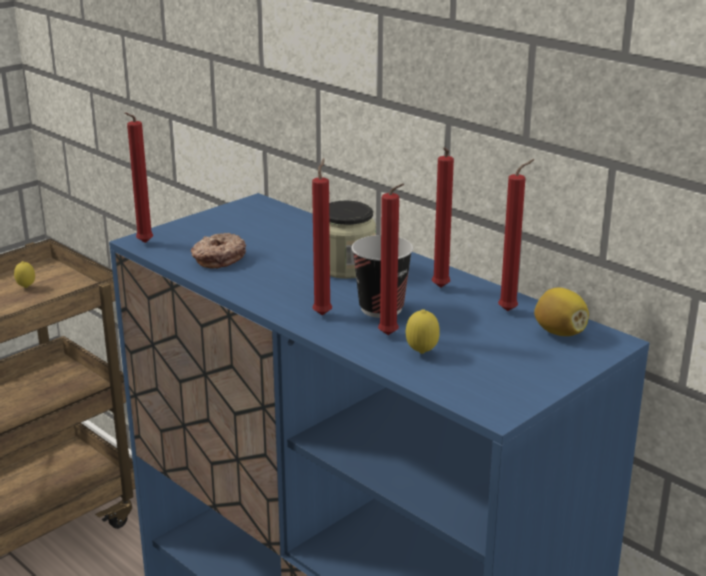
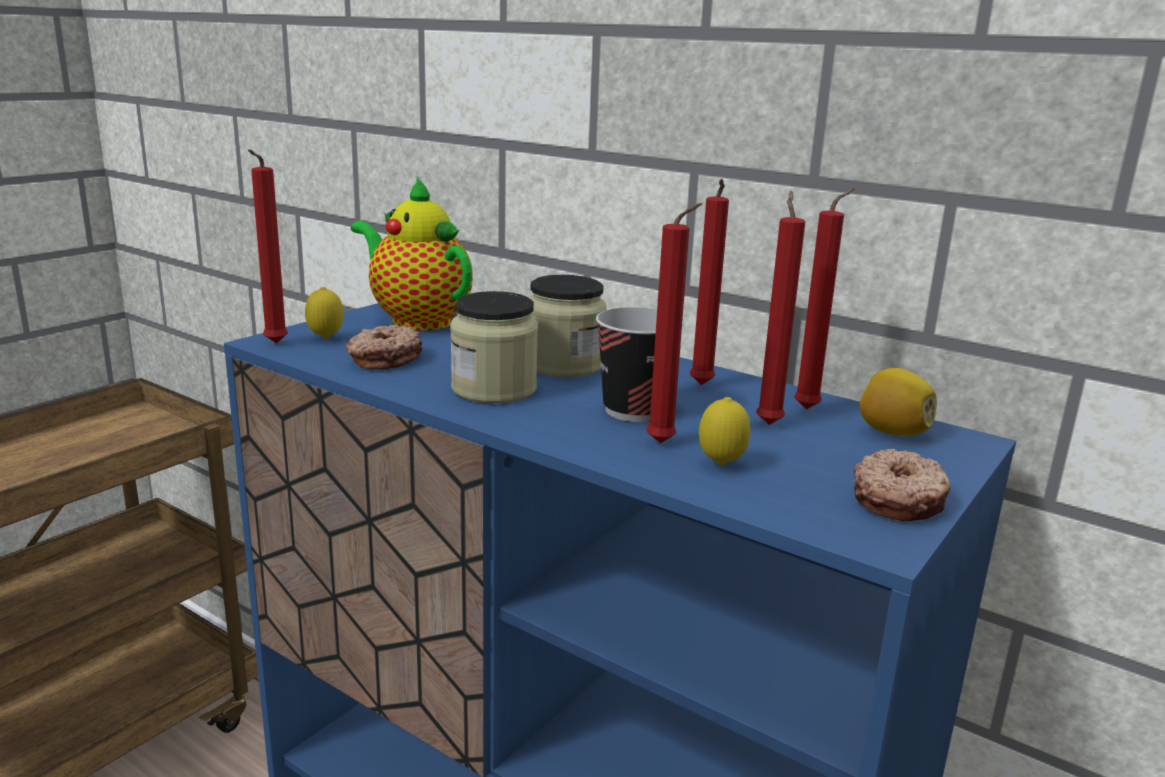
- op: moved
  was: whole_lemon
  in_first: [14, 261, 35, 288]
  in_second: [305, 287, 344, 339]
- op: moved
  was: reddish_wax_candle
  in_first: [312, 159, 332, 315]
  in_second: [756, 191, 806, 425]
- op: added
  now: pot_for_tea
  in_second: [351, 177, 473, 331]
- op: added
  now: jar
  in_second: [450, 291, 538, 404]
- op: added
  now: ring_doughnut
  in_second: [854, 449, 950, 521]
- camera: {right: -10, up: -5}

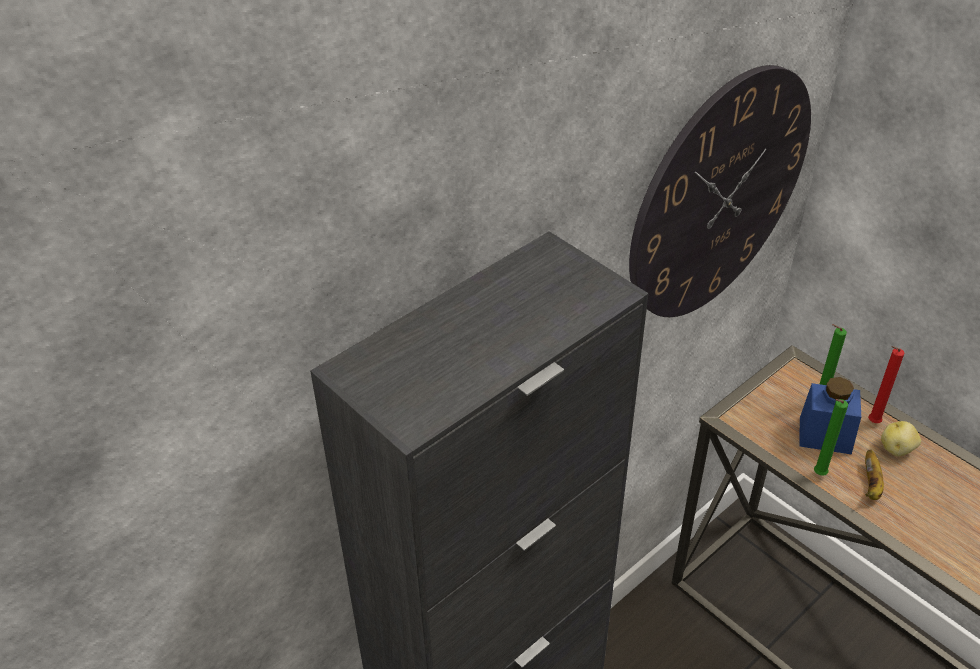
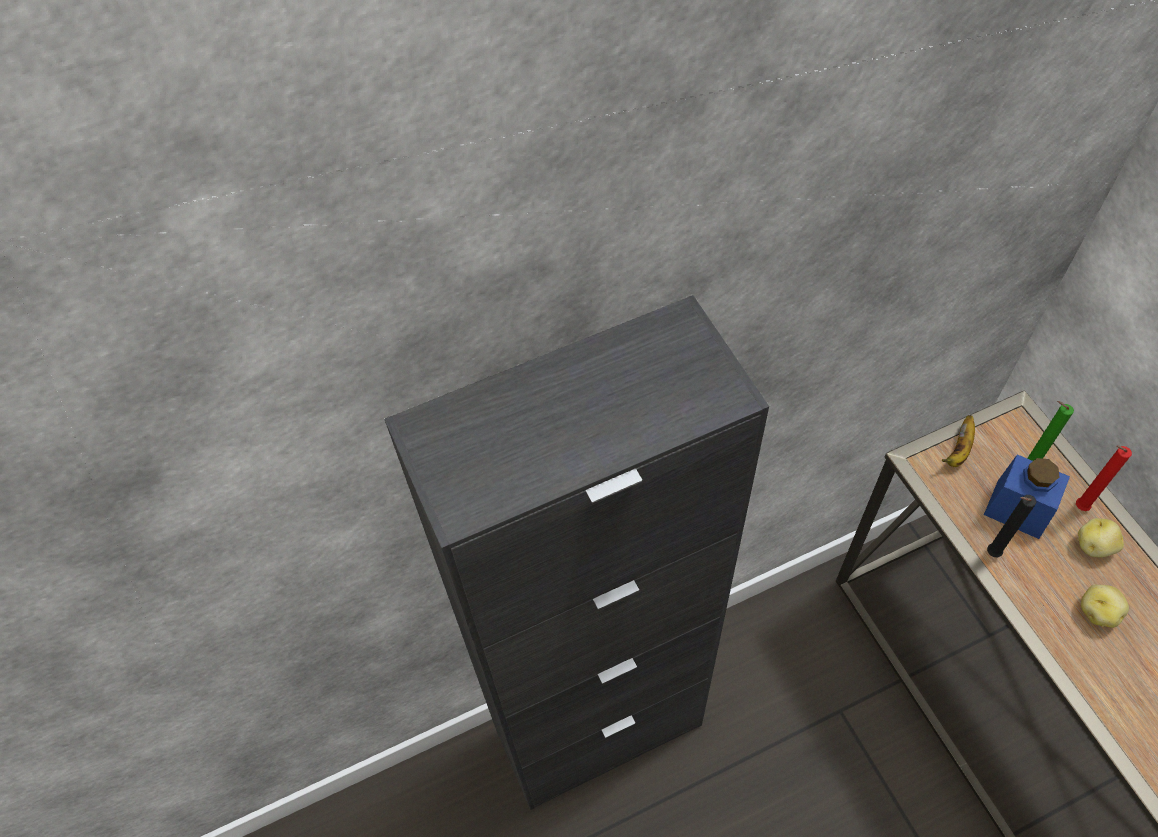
- op: removed
  was: hanging_clock
  in_first: [629, 65, 811, 317]
- op: recoloured
  was: green_wax_candle
  now: black-coloured_wax_candle
  in_first: [814, 399, 848, 476]
  in_second: [987, 495, 1036, 557]
- op: moved
  was: whole_banana
  in_first: [865, 450, 884, 500]
  in_second: [942, 415, 975, 467]
- op: added
  now: spud
  in_second: [1081, 585, 1129, 628]
- camera: {right: 20, up: 15}

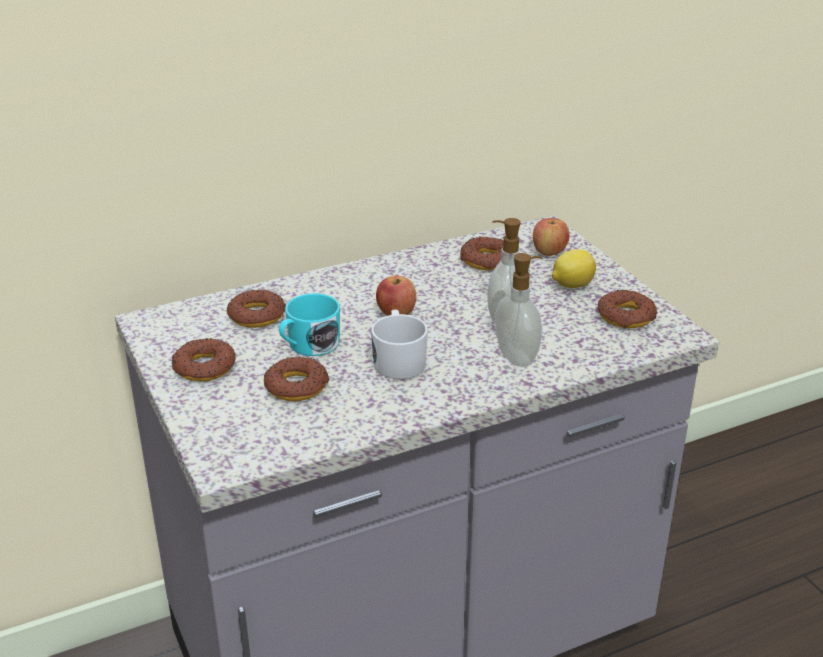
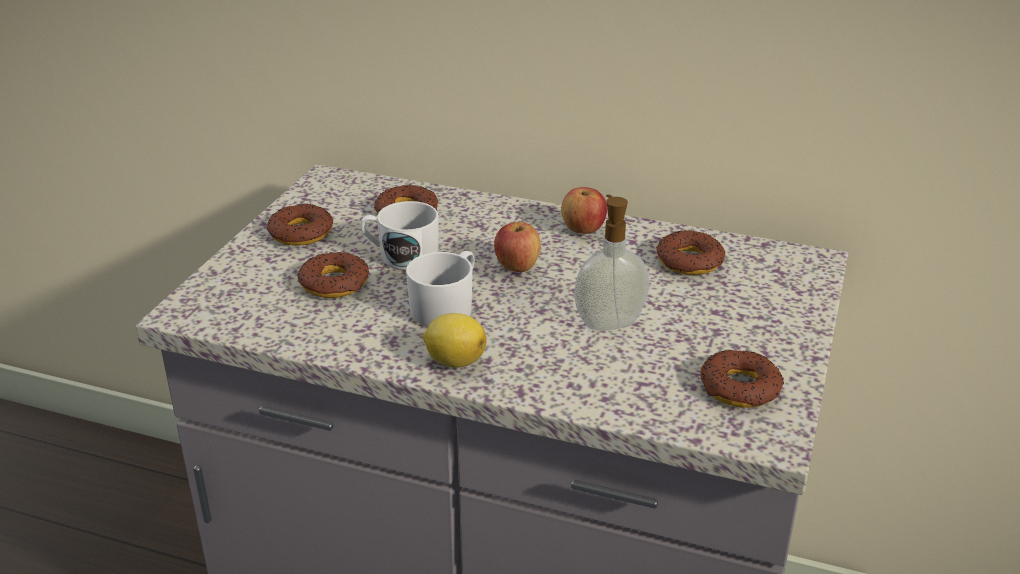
- op: recoloured
  was: blue-green_tea_mug
  now: whitish_tea_mug
  in_first: [279, 293, 340, 356]
  in_second: [360, 201, 439, 270]
- op: removed
  was: liquid_soap_bottle
  in_first: [495, 253, 543, 367]
- op: moved
  was: apple_fruit
  in_first: [533, 218, 570, 256]
  in_second: [561, 187, 607, 234]
- op: moved
  was: whole_lemon
  in_first: [552, 249, 596, 288]
  in_second: [423, 313, 486, 368]
- camera: {right: 45, up: 0}

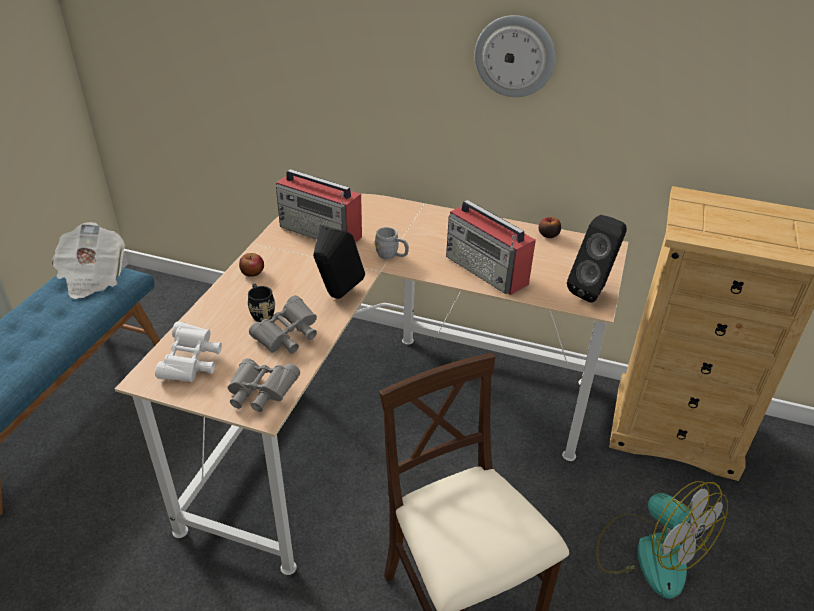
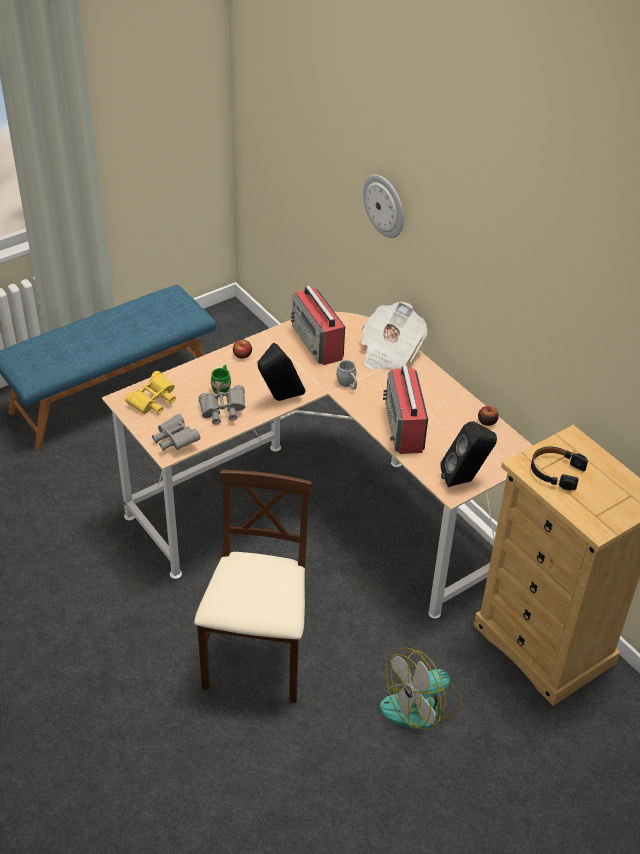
- op: moved
  was: newspaper
  in_first: [52, 222, 125, 299]
  in_second: [361, 302, 428, 369]
- op: recoloured
  was: whitish_binoculars
  now: yellowish_binoculars
  in_first: [155, 322, 222, 382]
  in_second: [125, 371, 176, 415]
- op: recoloured
  was: black-coloured_tea_mug
  now: green_tea_mug
  in_first: [248, 284, 275, 322]
  in_second: [211, 365, 231, 394]
- op: moved
  was: hanging_clock
  in_first: [474, 15, 556, 97]
  in_second: [363, 175, 404, 238]
- op: turned
  was: cooling_fan
  in_first: [596, 481, 728, 599]
  in_second: [380, 647, 462, 730]
  clockwise: 60
- op: added
  now: black-coloured_pair_of_headphones
  in_second: [531, 446, 588, 490]
- camera: {right: 35, up: 5}

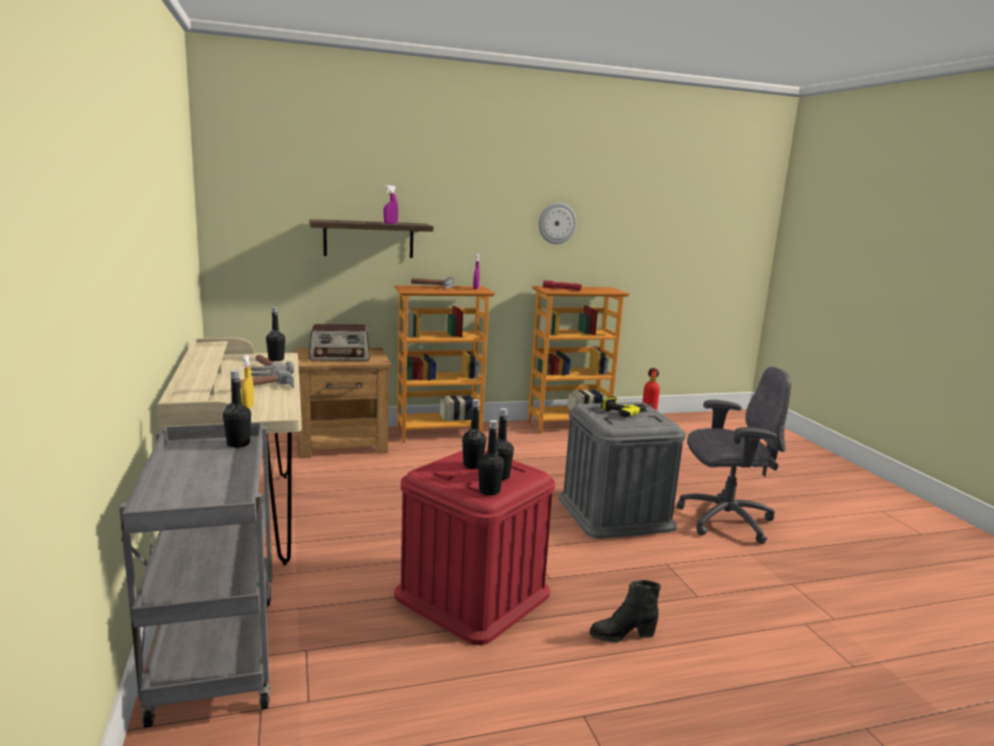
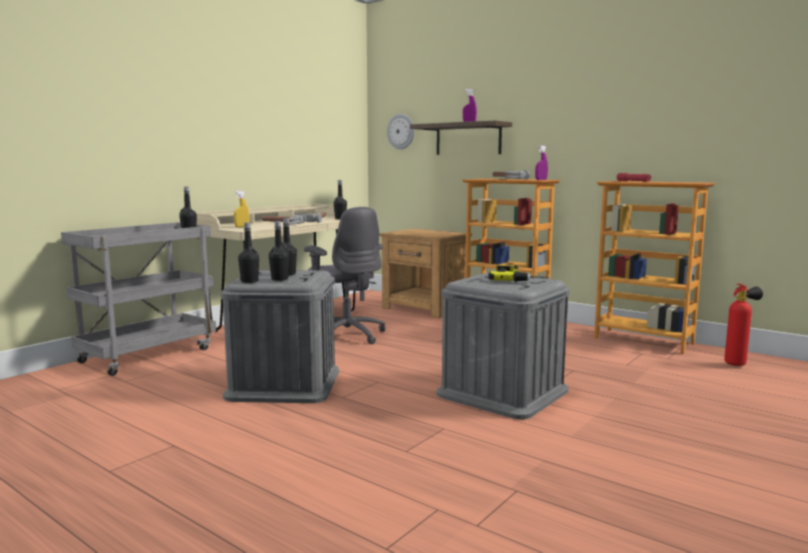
- op: removed
  was: radio_receiver
  in_first: [309, 324, 370, 361]
- op: recoloured
  was: reddish_storage_bin
  now: greyish_storage_bin
  in_first: [394, 450, 555, 645]
  in_second: [221, 270, 339, 403]
- op: moved
  was: hanging_clock
  in_first: [539, 203, 577, 244]
  in_second: [387, 114, 414, 149]
- op: removed
  was: black-coloured_boot
  in_first: [590, 580, 661, 643]
- op: moved
  was: greyish_desk_chair
  in_first: [677, 367, 791, 544]
  in_second: [304, 207, 386, 344]
- camera: {right: 55, up: -5}

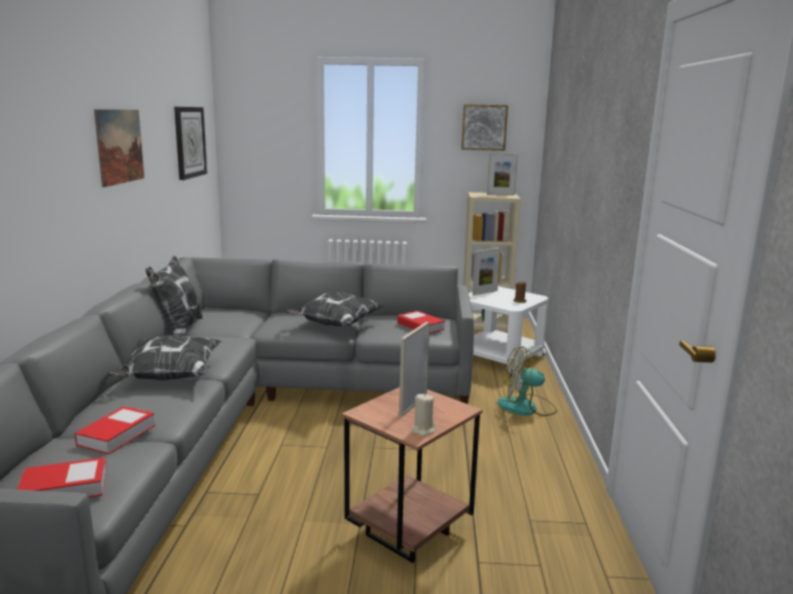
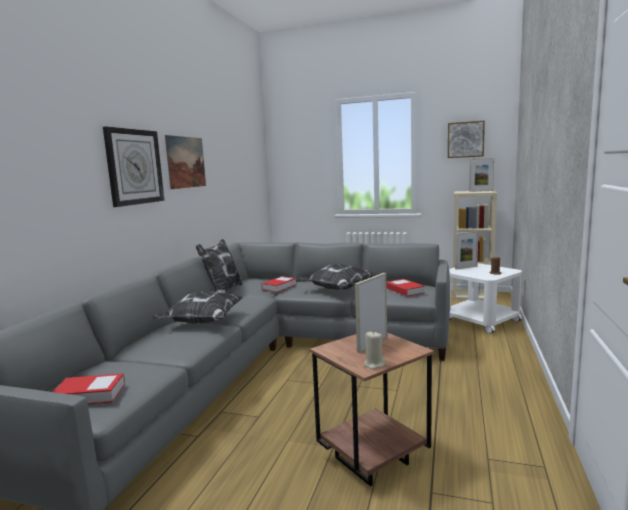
- op: moved
  was: bound_book
  in_first: [74, 406, 155, 454]
  in_second: [262, 276, 297, 292]
- op: moved
  was: hanging_clock
  in_first: [174, 107, 207, 180]
  in_second: [103, 126, 165, 207]
- op: removed
  was: cooling_fan
  in_first: [498, 346, 557, 416]
- camera: {right: 15, up: -5}

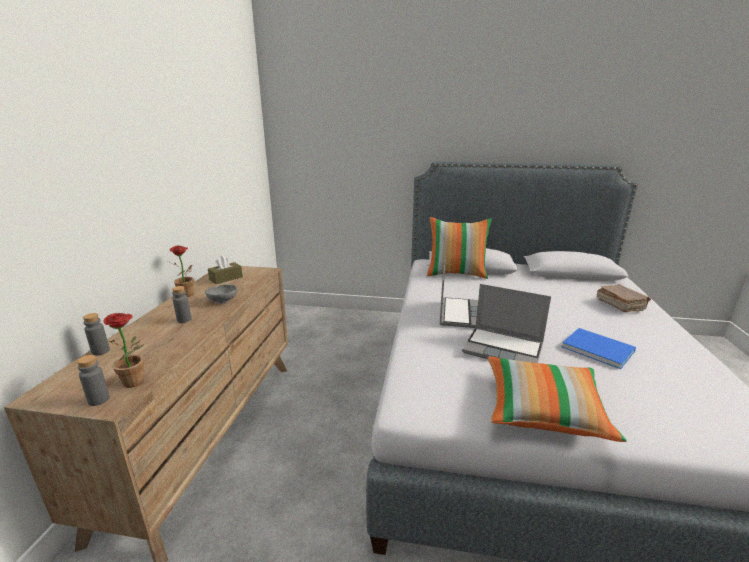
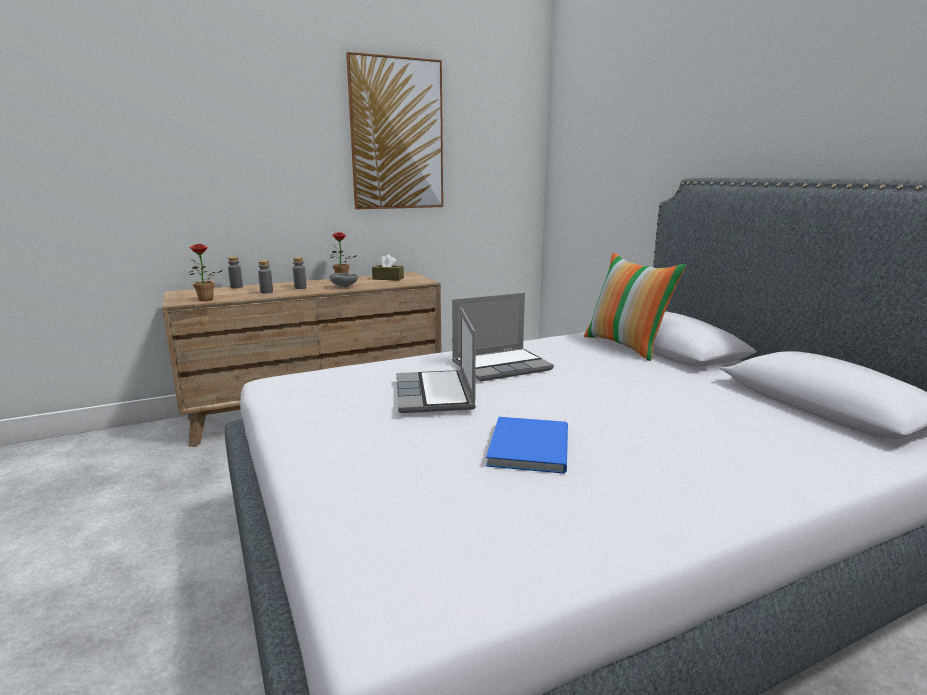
- op: moved
  was: greyish_drink_bottle
  in_first: [77, 355, 110, 406]
  in_second: [258, 260, 273, 293]
- op: removed
  was: throw_pillow
  in_first: [487, 357, 627, 442]
- op: removed
  was: brown-coloured_bound_book
  in_first: [597, 284, 651, 312]
- op: added
  now: wall_picture
  in_second: [346, 52, 443, 209]
- camera: {right: 55, up: -5}

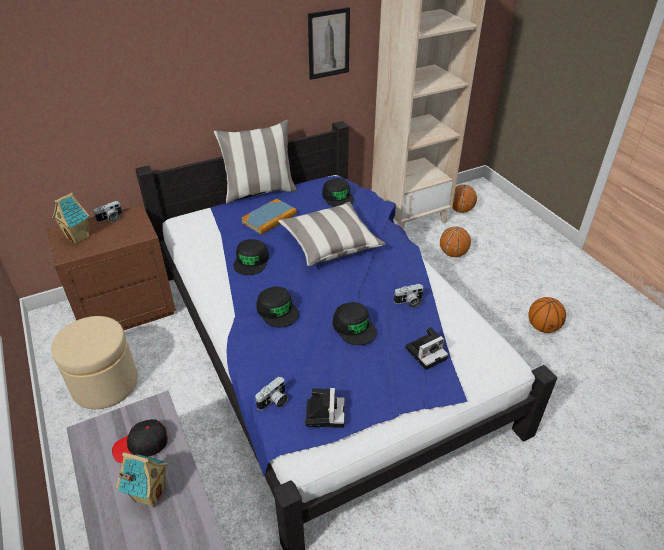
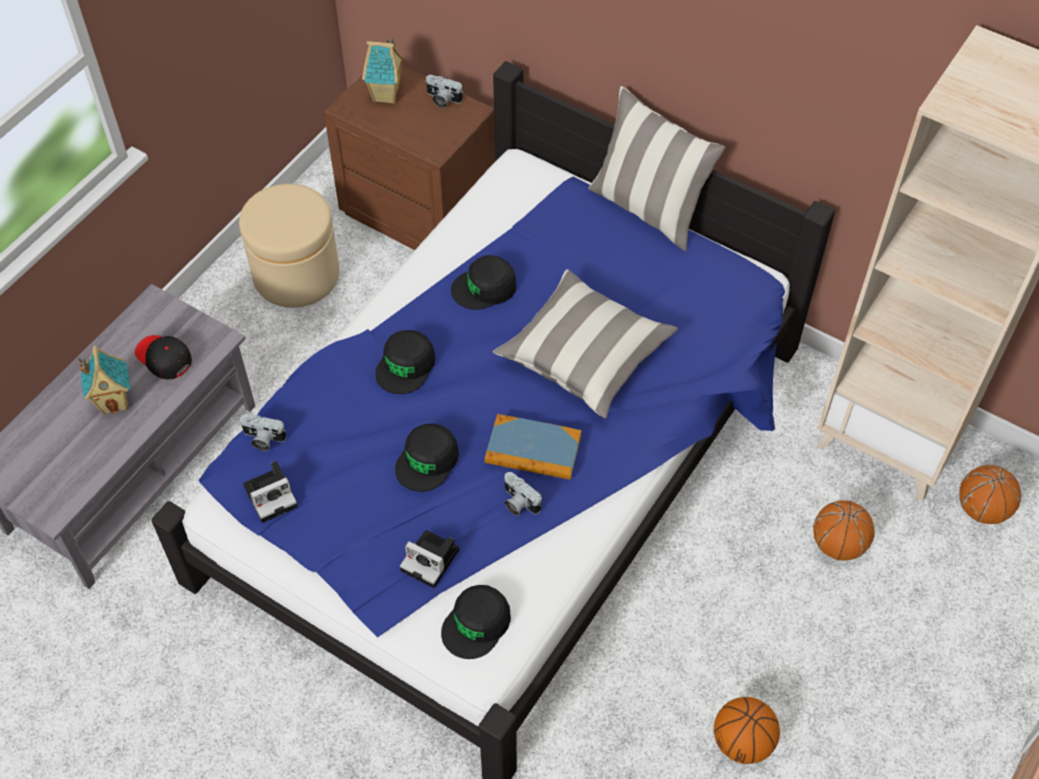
- op: moved
  was: bound_book
  in_first: [241, 199, 297, 235]
  in_second: [485, 414, 582, 480]
- op: removed
  was: wall_picture
  in_first: [308, 7, 350, 80]
- op: moved
  was: black-coloured_baseball_cap
  in_first: [322, 178, 354, 207]
  in_second: [441, 585, 511, 659]
- camera: {right: 60, up: 15}

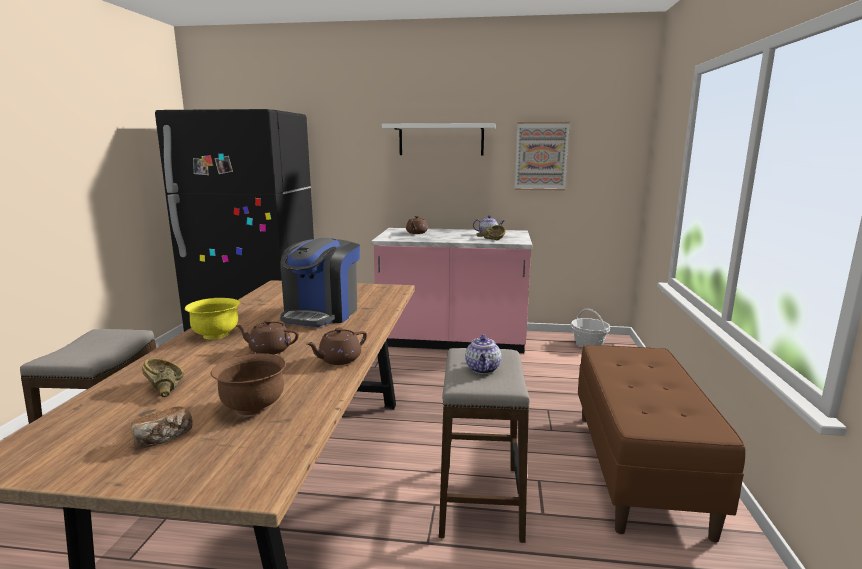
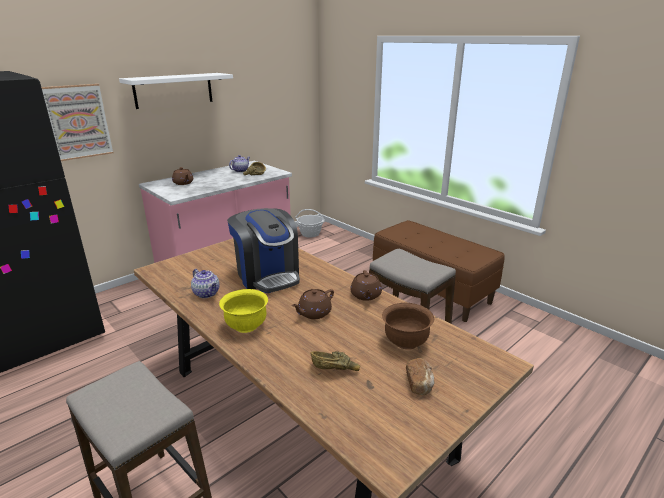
- op: moved
  was: pot_for_tea
  in_first: [465, 334, 501, 374]
  in_second: [191, 269, 220, 298]
- op: moved
  was: wall_picture
  in_first: [515, 122, 570, 190]
  in_second: [41, 84, 114, 161]
- camera: {right: -50, up: 10}

